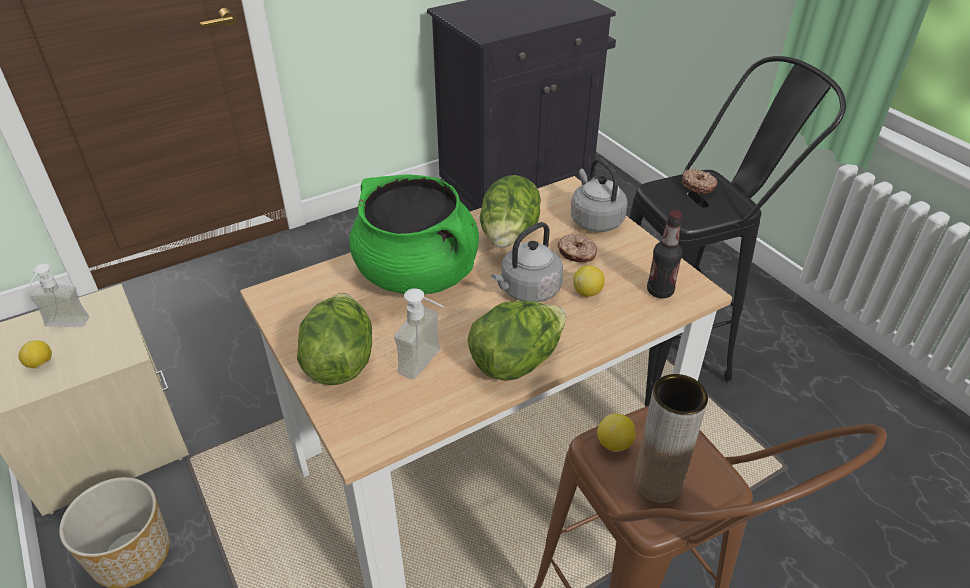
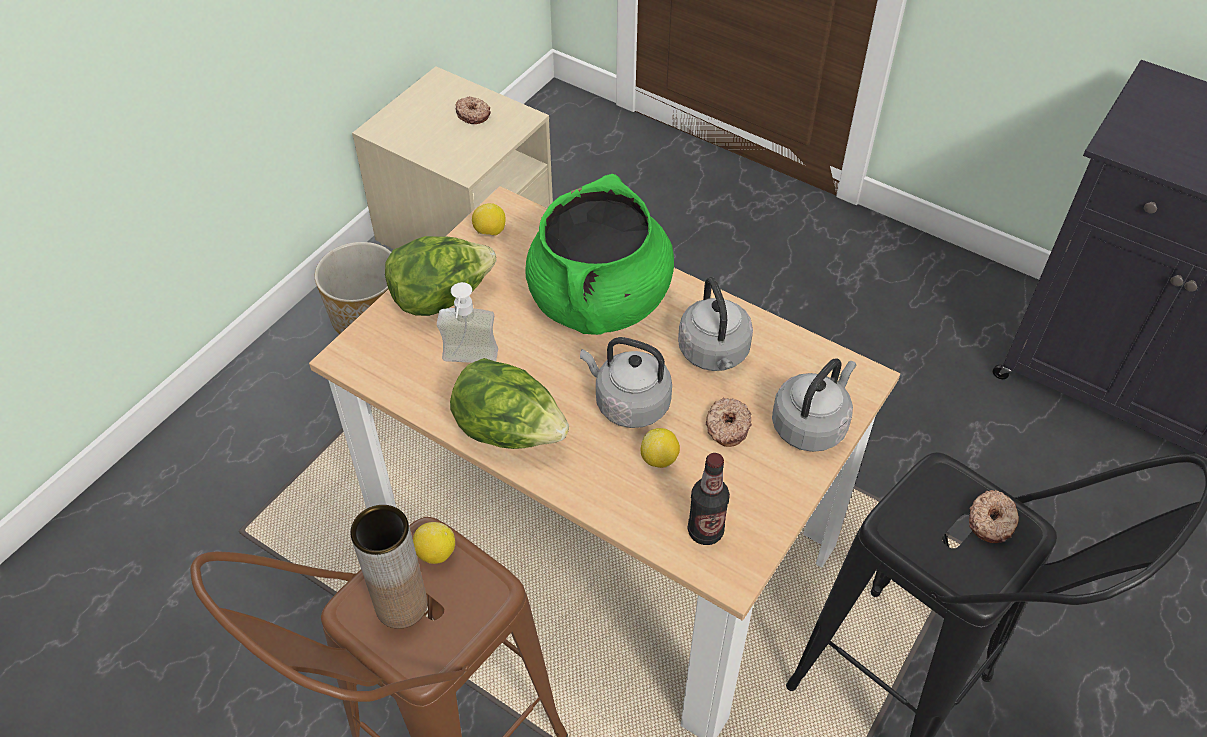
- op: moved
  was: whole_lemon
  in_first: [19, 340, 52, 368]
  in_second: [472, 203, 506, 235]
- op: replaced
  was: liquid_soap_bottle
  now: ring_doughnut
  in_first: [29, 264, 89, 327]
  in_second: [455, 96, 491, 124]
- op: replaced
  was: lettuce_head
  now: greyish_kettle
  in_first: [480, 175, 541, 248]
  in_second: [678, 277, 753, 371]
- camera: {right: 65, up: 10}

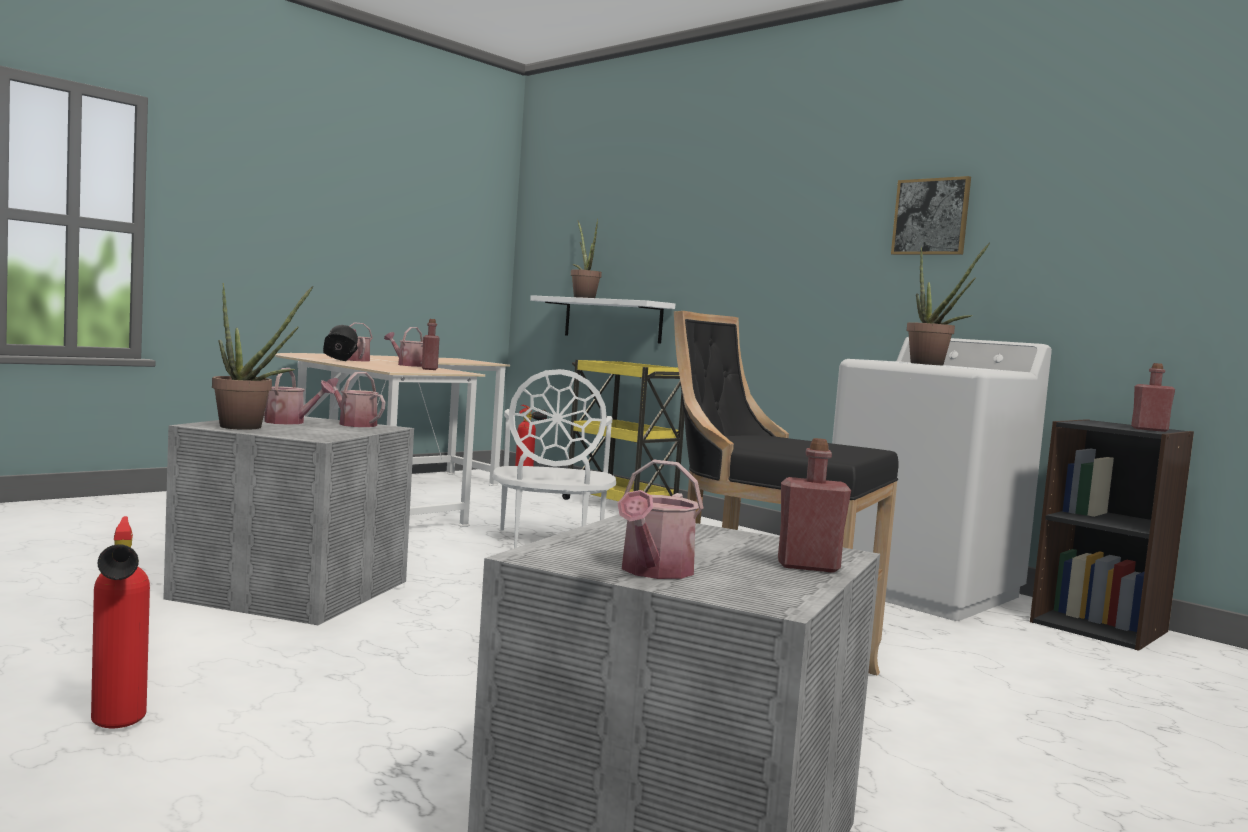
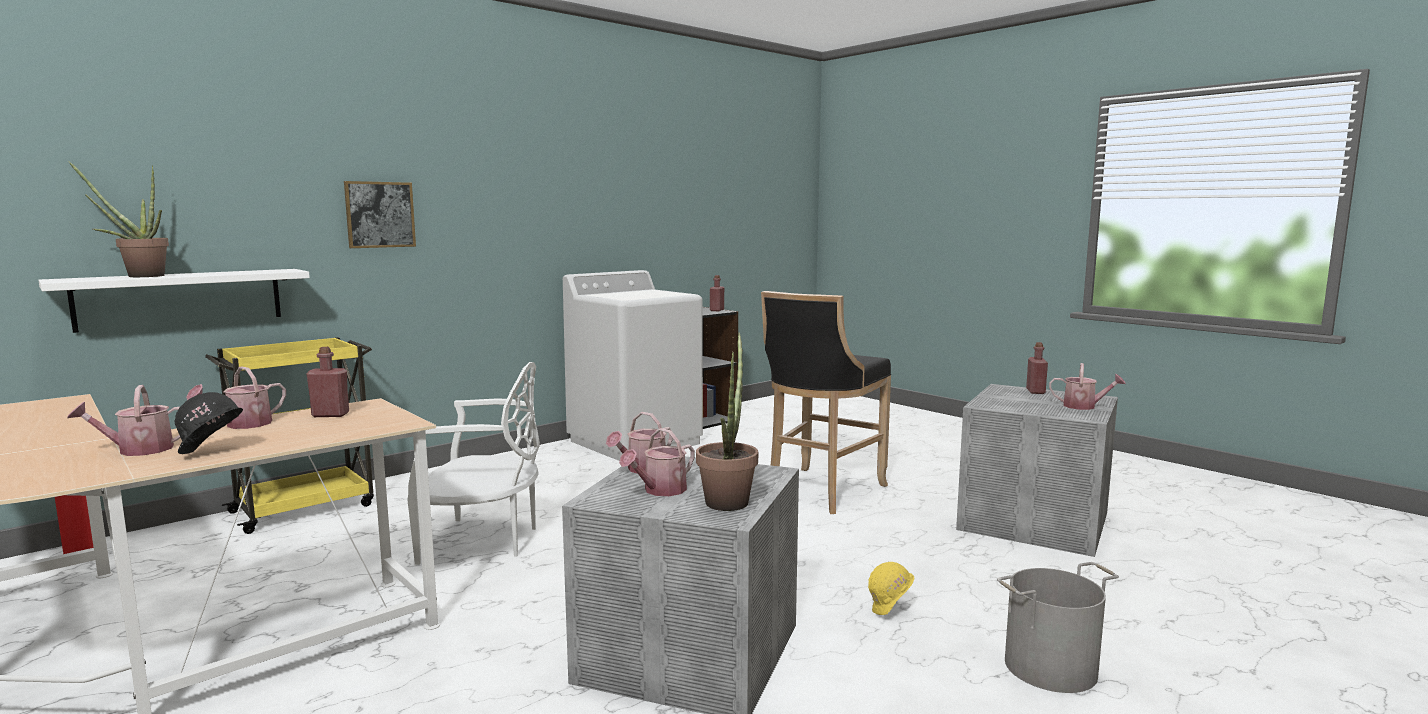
- op: replaced
  was: fire_extinguisher
  now: greyish_water_bucket
  in_first: [91, 516, 150, 728]
  in_second: [997, 562, 1119, 693]
- op: turned
  was: watering_can
  in_first: [264, 368, 335, 425]
  in_second: [619, 428, 695, 496]
  clockwise: -150
- op: moved
  was: wall_picture
  in_first: [891, 176, 971, 255]
  in_second: [344, 181, 416, 248]
- op: removed
  was: potted_plant
  in_first: [907, 242, 990, 366]
- op: added
  now: yellowish_safety_helmet
  in_second: [868, 562, 914, 615]
- camera: {right: -85, up: 5}

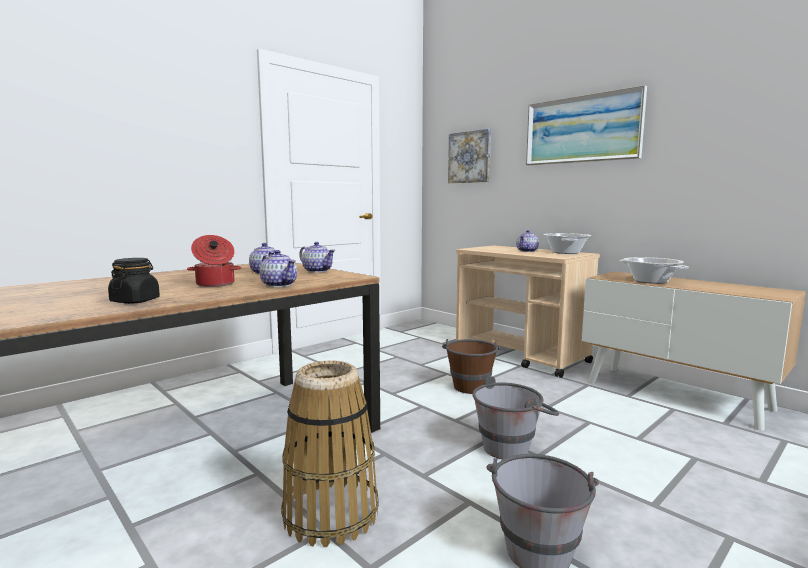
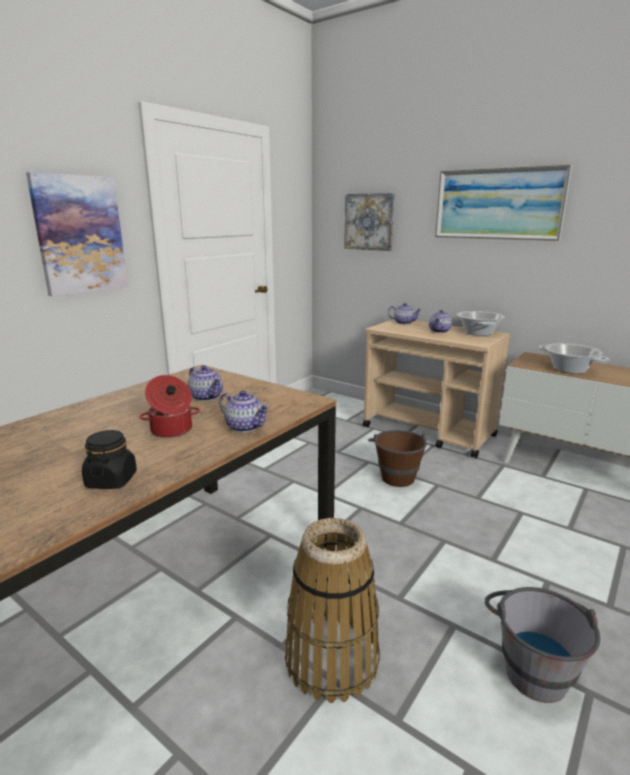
- op: moved
  was: pot_for_tea
  in_first: [299, 242, 335, 273]
  in_second: [388, 303, 422, 324]
- op: removed
  was: greyish_water_bucket
  in_first: [472, 376, 559, 460]
- op: added
  now: wall_picture
  in_second: [26, 172, 128, 296]
- camera: {right: -10, up: 10}

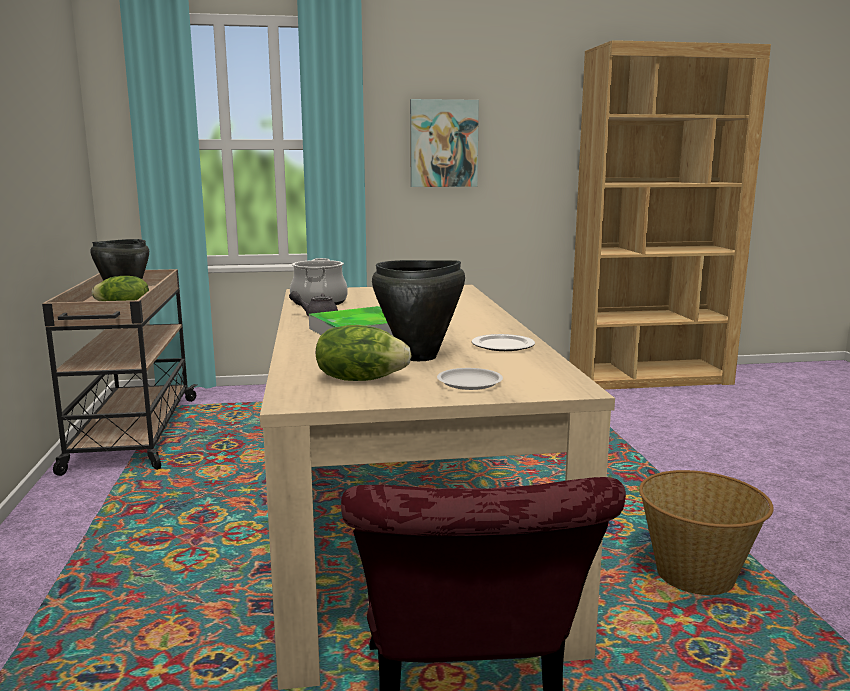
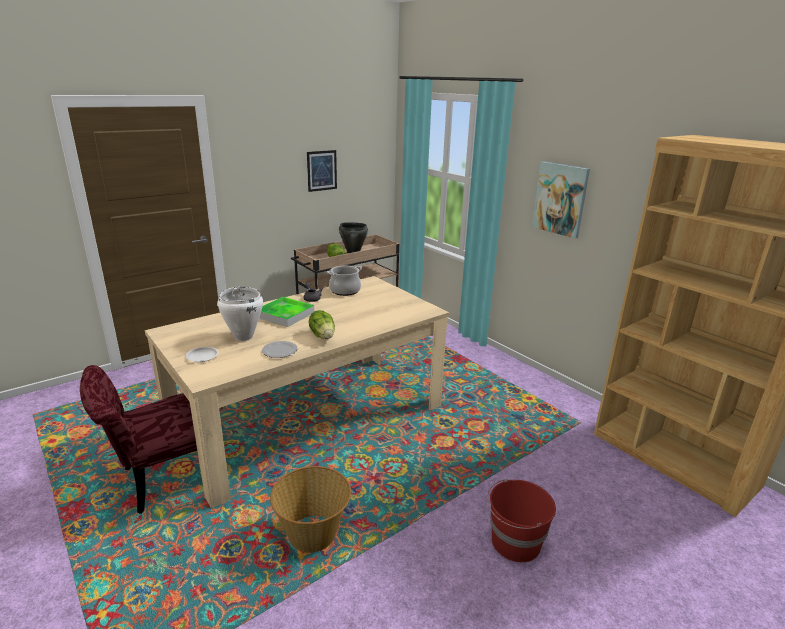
- op: moved
  was: lettuce_head
  in_first: [316, 325, 412, 381]
  in_second: [309, 310, 335, 339]
- op: recoloured
  was: black-coloured_stockpot
  now: whitish_stockpot
  in_first: [372, 260, 465, 361]
  in_second: [217, 287, 263, 341]
- op: added
  now: wall_picture
  in_second: [307, 150, 337, 192]
- op: added
  now: reddish_water_bucket
  in_second: [487, 479, 556, 562]
- camera: {right: 60, up: 10}

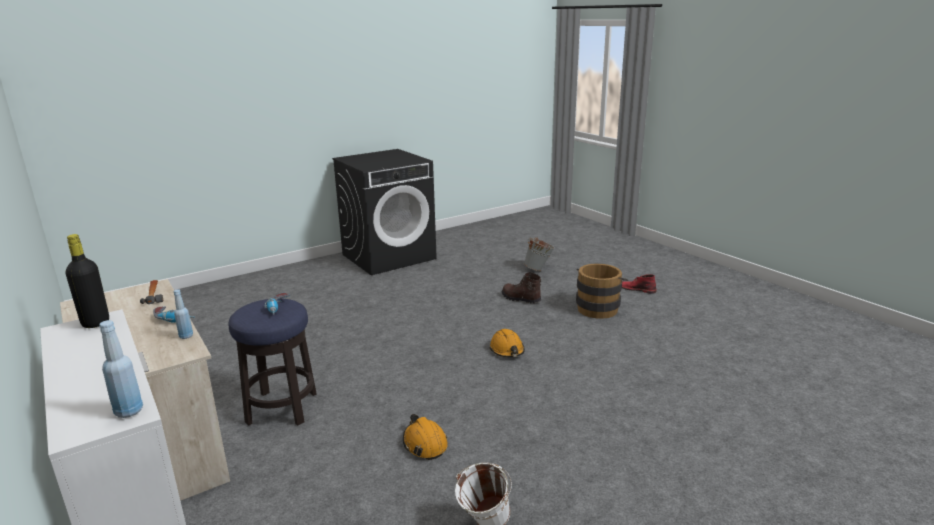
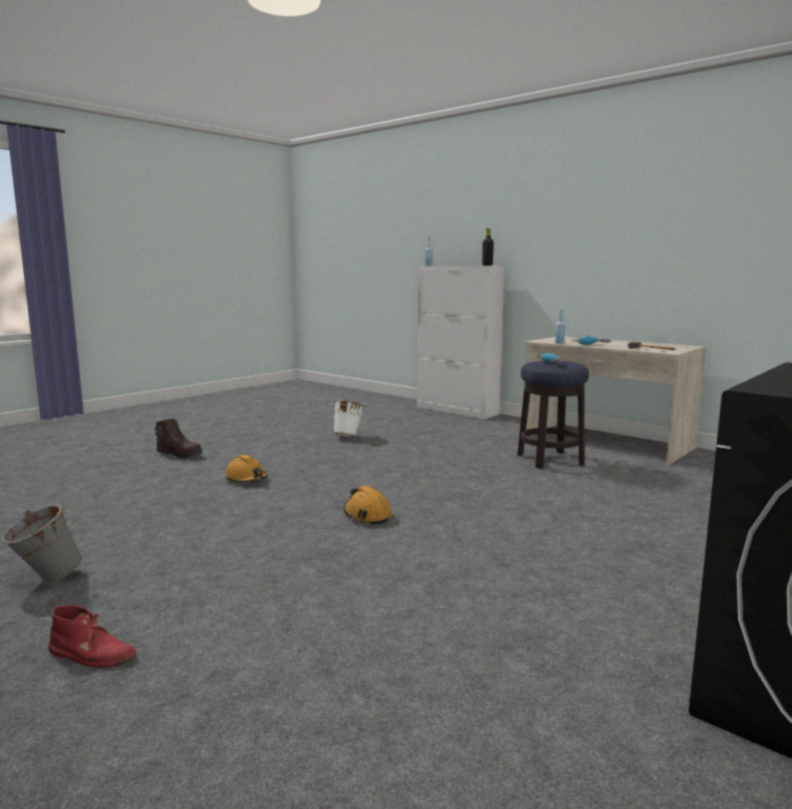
- op: moved
  was: orange-coloured_safety_helmet
  in_first: [403, 414, 448, 460]
  in_second: [225, 455, 267, 482]
- op: moved
  was: brown-coloured_boot
  in_first: [502, 272, 541, 304]
  in_second: [155, 418, 202, 459]
- op: moved
  was: greyish_water_bucket
  in_first: [524, 237, 555, 271]
  in_second: [2, 505, 83, 582]
- op: removed
  was: brown-coloured_water_bucket
  in_first: [576, 264, 628, 319]
- camera: {right: 165, up: -10}

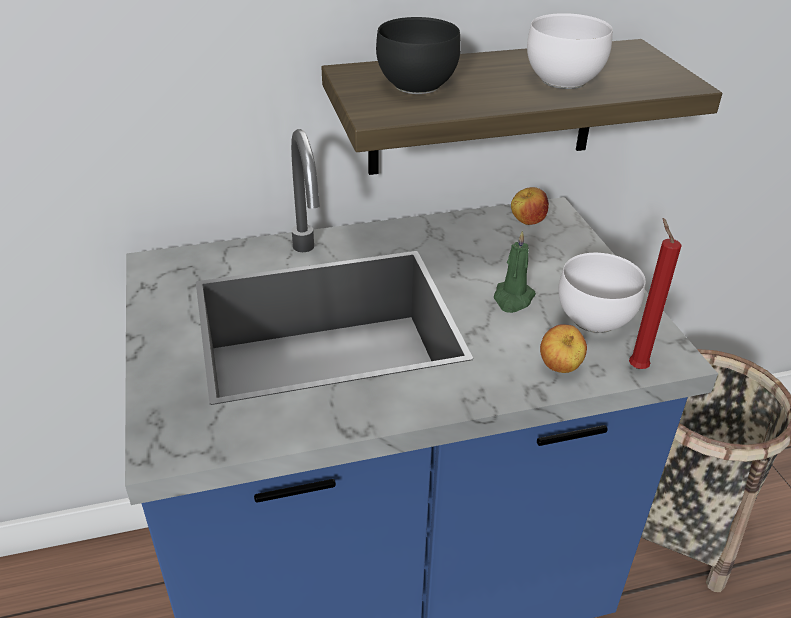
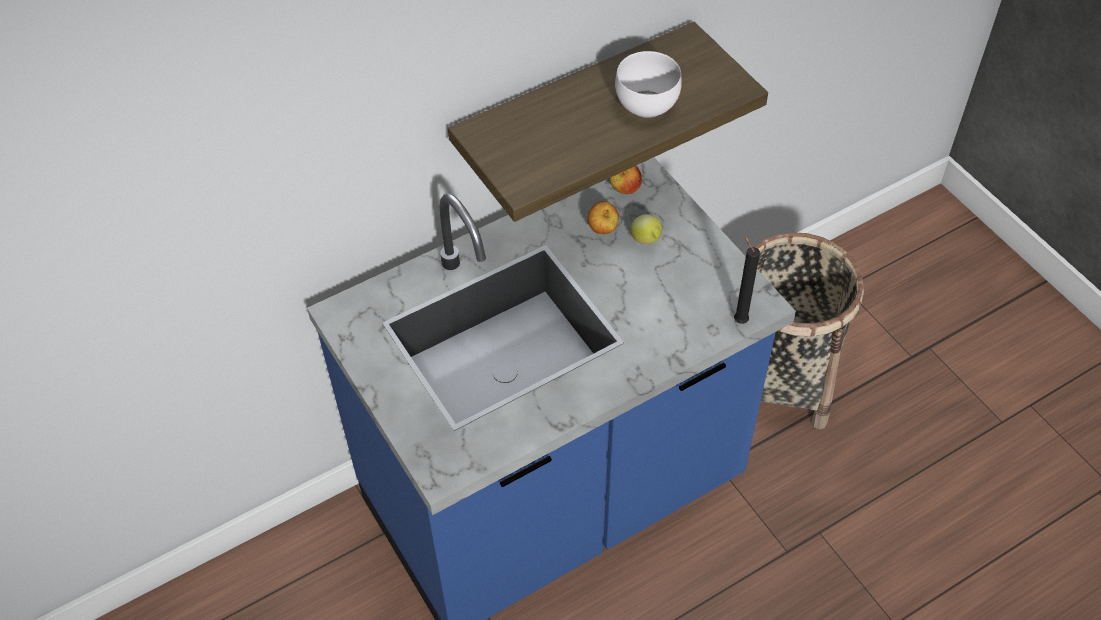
- op: removed
  was: black-coloured_bowl
  in_first: [376, 17, 461, 94]
- op: removed
  was: green_wax_candle
  in_first: [494, 230, 536, 313]
- op: moved
  was: apple_fruit
  in_first: [540, 324, 587, 373]
  in_second: [588, 201, 619, 234]
- op: removed
  was: whitish_bowl
  in_first: [558, 253, 646, 333]
- op: recoloured
  was: reddish_wax_candle
  now: black-coloured_wax_candle
  in_first: [629, 218, 682, 369]
  in_second: [734, 236, 760, 324]
- op: added
  now: whole_lemon
  in_second: [631, 214, 662, 244]
- camera: {right: -15, up: 15}

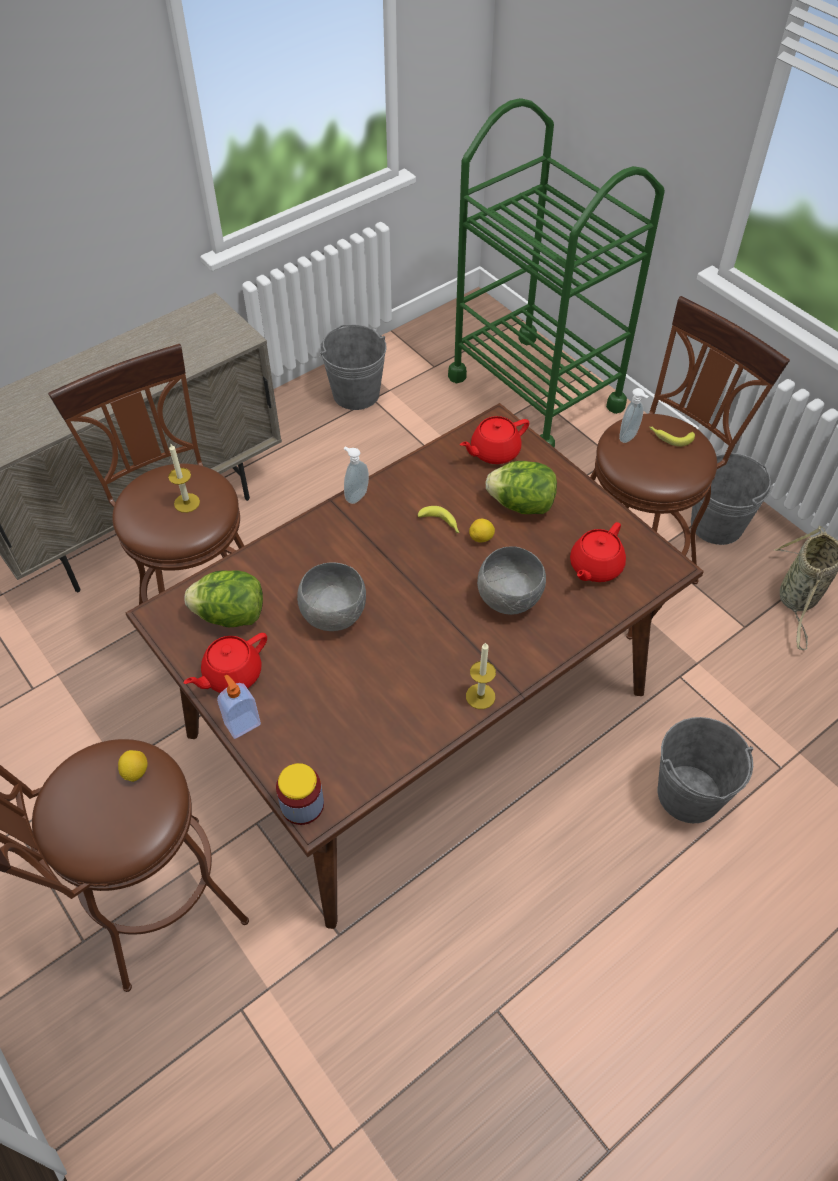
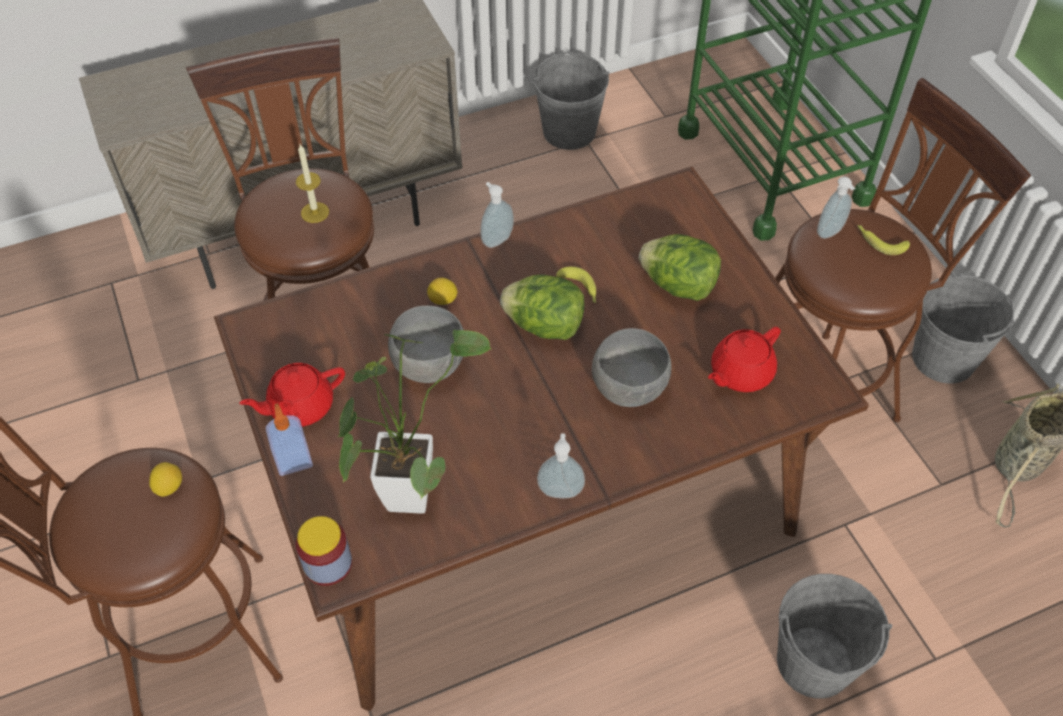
- op: moved
  was: lettuce_head
  in_first: [184, 570, 263, 627]
  in_second: [500, 274, 585, 340]
- op: removed
  was: reddish_pot_for_tea
  in_first: [460, 416, 529, 464]
- op: replaced
  was: wax_candle
  now: liquid_soap_bottle
  in_first: [466, 642, 496, 709]
  in_second: [537, 433, 585, 498]
- op: moved
  was: whole_lemon
  in_first: [469, 519, 495, 542]
  in_second: [427, 278, 458, 305]
- op: added
  now: potted_plant
  in_second: [338, 329, 492, 514]
- camera: {right: 15, up: 0}

